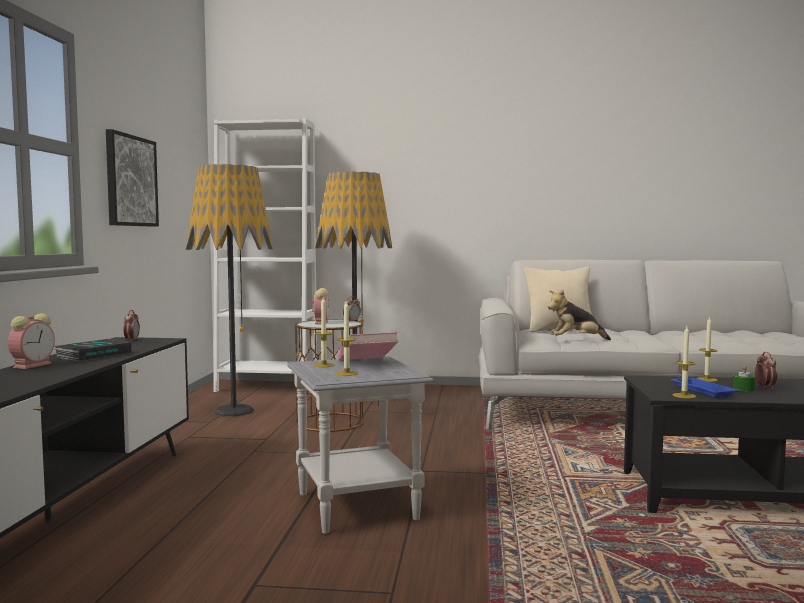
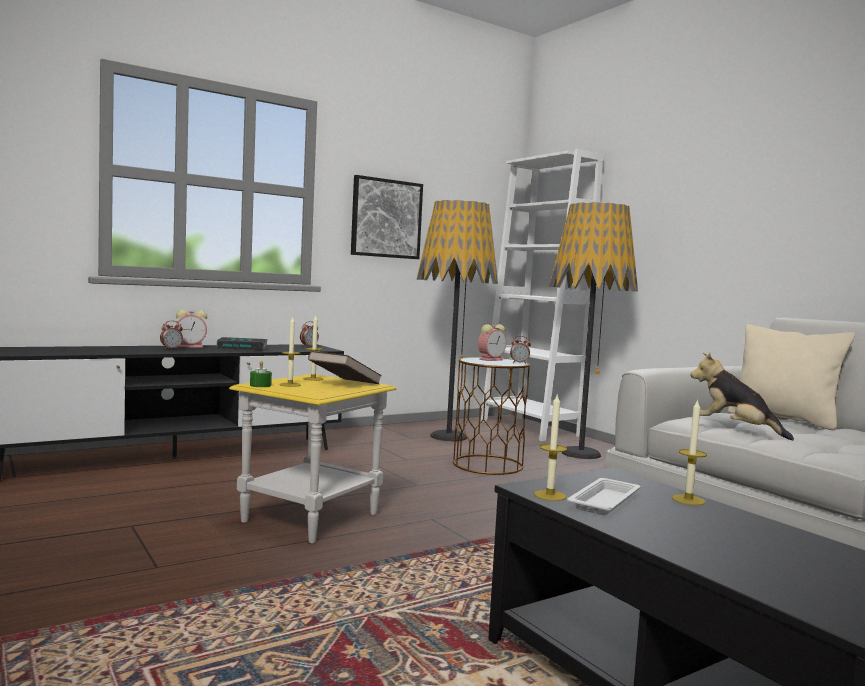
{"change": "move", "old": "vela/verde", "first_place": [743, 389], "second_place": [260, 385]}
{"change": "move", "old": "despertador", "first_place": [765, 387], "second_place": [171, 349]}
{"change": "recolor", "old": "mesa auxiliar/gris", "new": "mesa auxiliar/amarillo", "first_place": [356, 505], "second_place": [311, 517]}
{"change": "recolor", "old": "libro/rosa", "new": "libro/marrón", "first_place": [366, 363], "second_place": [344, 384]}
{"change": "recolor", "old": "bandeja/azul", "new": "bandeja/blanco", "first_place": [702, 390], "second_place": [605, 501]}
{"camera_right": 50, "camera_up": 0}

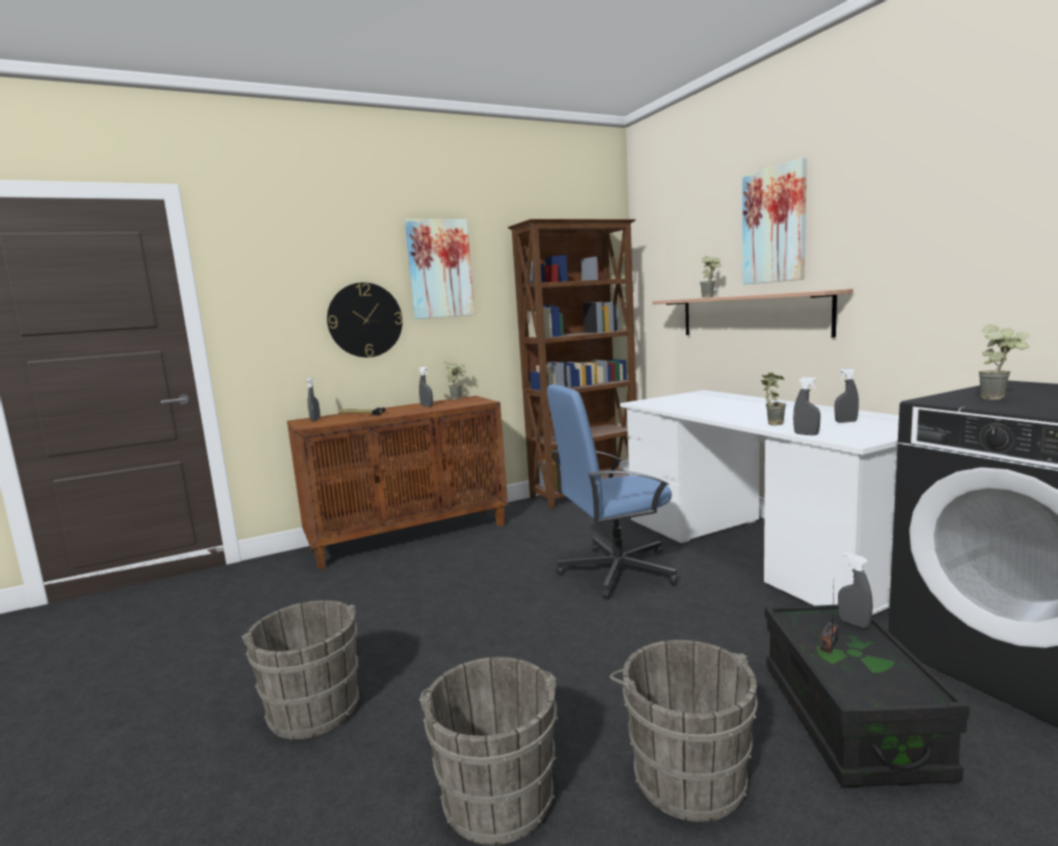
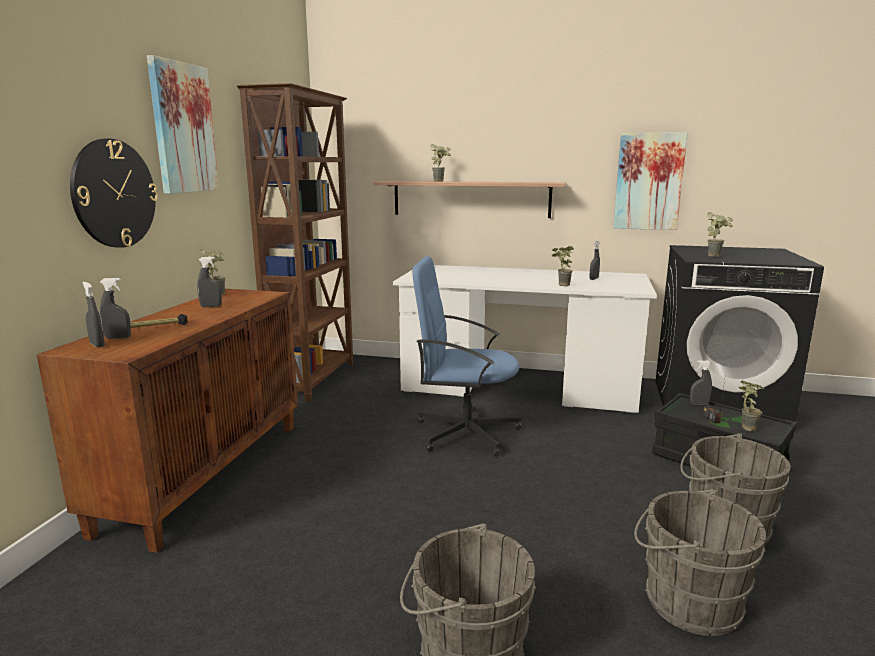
{"change": "insert", "new": "planta en maceta", "second_place": [744, 427]}
{"change": "move", "old": "cuadro", "first_place": [774, 225], "second_place": [648, 181]}
{"change": "move", "old": "pulverizador/gris", "first_place": [806, 434], "second_place": [118, 338]}
{"change": "rotate", "old": "silla de oficina/azul", "first_place": [615, 571], "second_place": [464, 432], "degrees": 75}
{"camera_right": -50, "camera_up": 5}

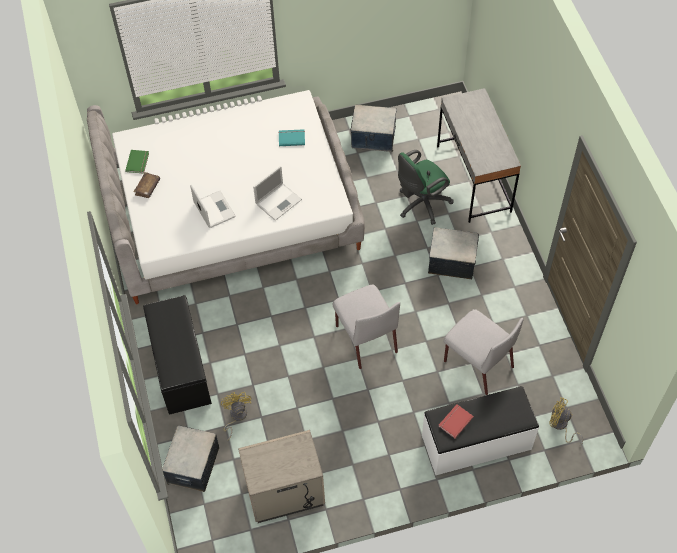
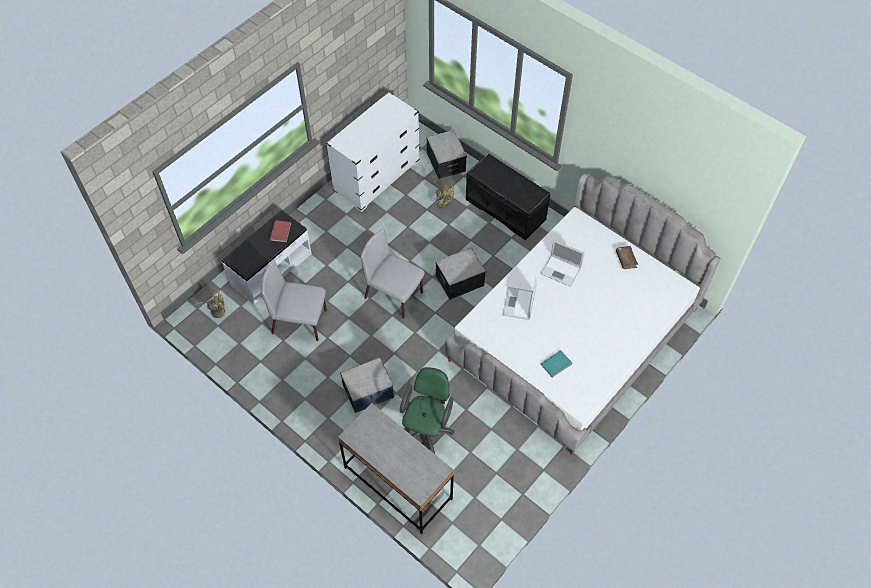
{"change": "delete", "old": "libro/verde", "first_place": [138, 162]}
{"change": "move", "old": "caja de almacenaje", "first_place": [373, 137], "second_place": [459, 281]}
{"change": "replace", "old": "mesita de noche/beis", "new": "cómoda/blanco", "first_place": [285, 493], "second_place": [377, 177]}
{"camera_right": 145, "camera_up": 0}

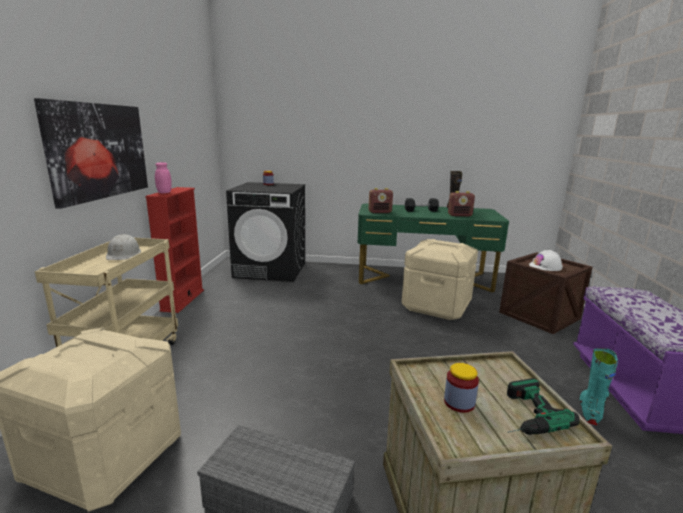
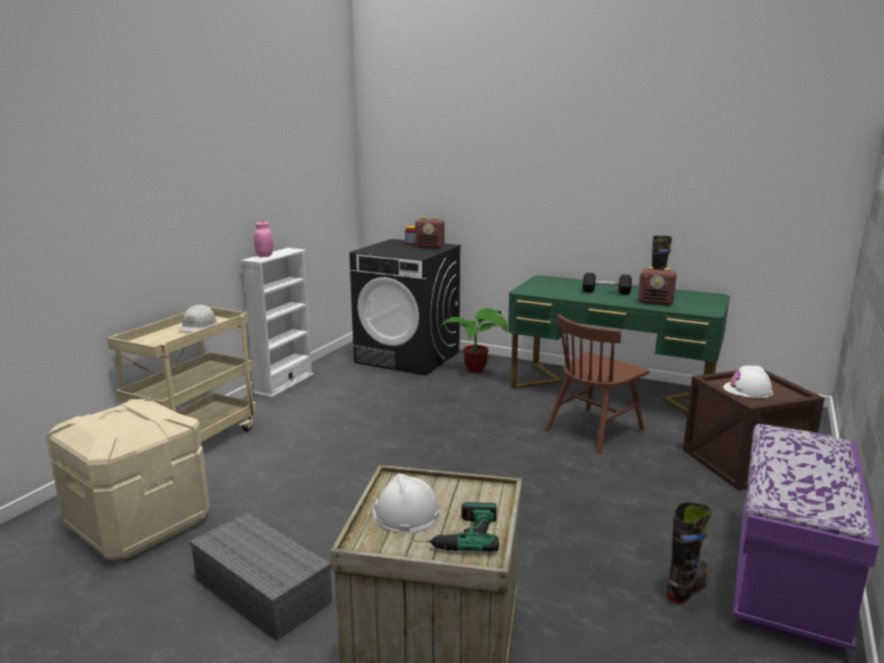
{"change": "delete", "old": "cuadro", "first_place": [99, 151]}
{"change": "insert", "new": "planta en maceta", "second_place": [478, 371]}
{"change": "move", "old": "radio", "first_place": [380, 212], "second_place": [430, 247]}
{"change": "replace", "old": "caja de almacenaje/beis", "new": "silla/marrón", "first_place": [436, 306], "second_place": [594, 430]}
{"change": "replace", "old": "tarro", "new": "casco/blanco", "first_place": [459, 403], "second_place": [405, 513]}
{"change": "recolor", "old": "estantería/rojo", "new": "estantería/blanco", "first_place": [182, 300], "second_place": [284, 384]}
{"change": "recolor", "old": "bota/turquesa", "new": "bota/negro", "first_place": [589, 411], "second_place": [687, 587]}
{"camera_right": 20, "camera_up": 0}

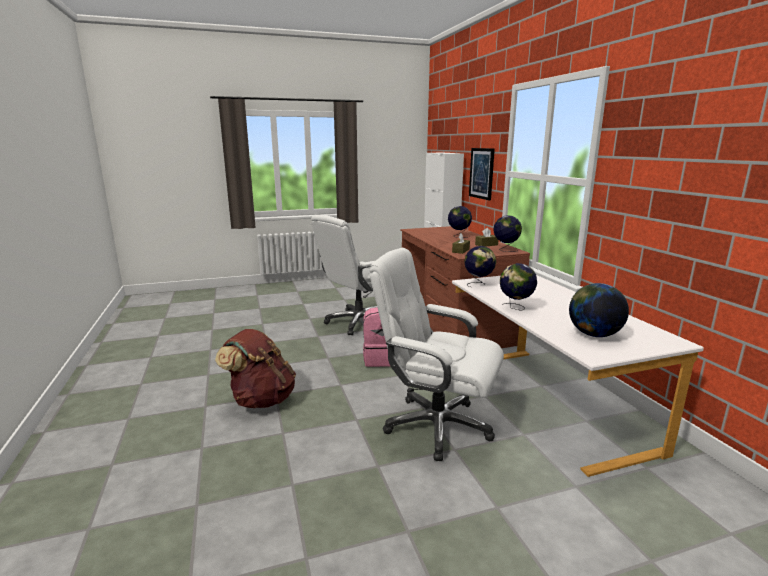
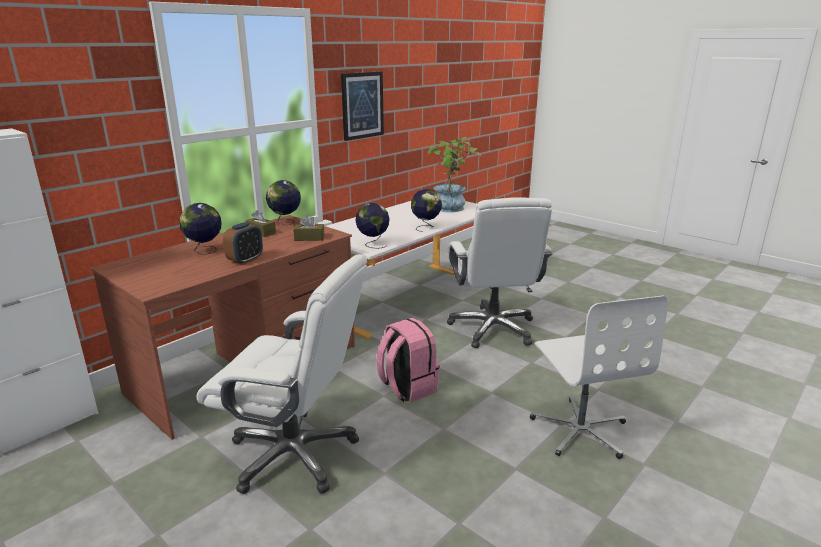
{"change": "insert", "new": "despertador", "second_place": [245, 260]}
{"change": "move", "old": "cuadro", "first_place": [482, 173], "second_place": [362, 105]}
{"change": "replace", "old": "mochila/marrón", "new": "silla de oficina/blanco", "first_place": [261, 399], "second_place": [580, 430]}
{"change": "replace", "old": "globo terráqueo", "new": "planta en maceta", "first_place": [593, 334], "second_place": [450, 209]}
{"camera_right": -120, "camera_up": 5}

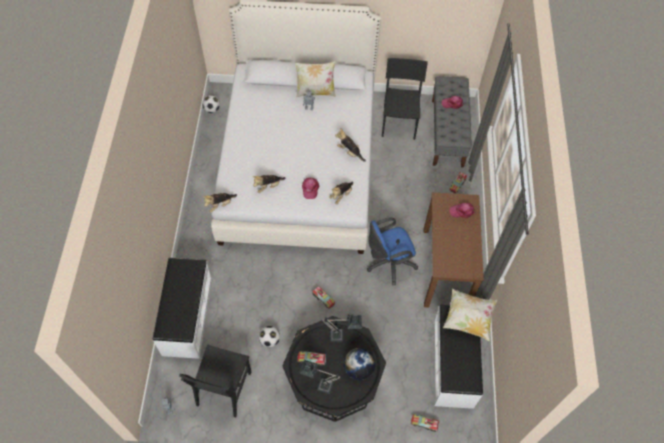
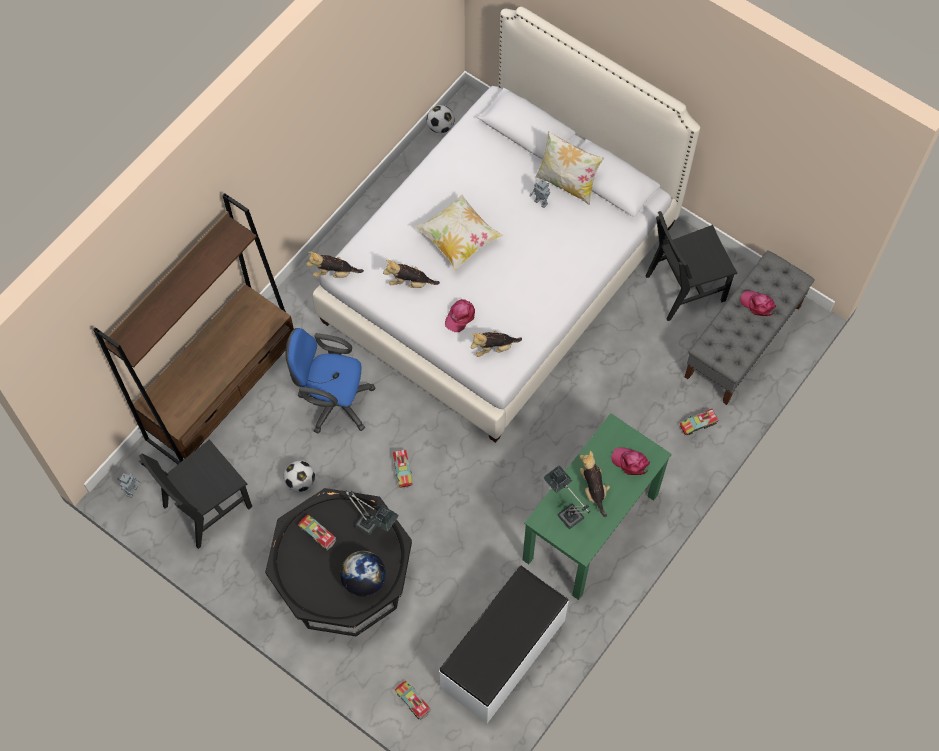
{"change": "move", "old": "lámpara de mesa", "first_place": [321, 384], "second_place": [566, 512]}
{"change": "move", "old": "peluche", "first_place": [350, 152], "second_place": [593, 489]}
{"change": "move", "old": "silla de oficina/azul", "first_place": [388, 263], "second_place": [332, 401]}
{"change": "move", "old": "cojín", "first_place": [468, 318], "second_place": [459, 239]}
{"change": "replace", "old": "banco/blanco", "new": "estantería/marrón", "first_place": [187, 317], "second_place": [223, 392]}
{"change": "recolor", "old": "escritorio/marrón", "new": "escritorio/verde", "first_place": [445, 268], "second_place": [590, 527]}
{"change": "rotate", "old": "silla/negro", "first_place": [399, 122], "second_place": [685, 288], "degrees": -150}
{"camera_right": 35, "camera_up": 5}

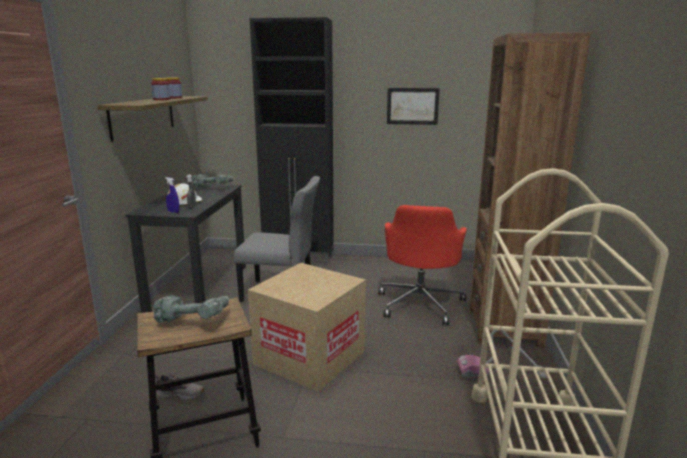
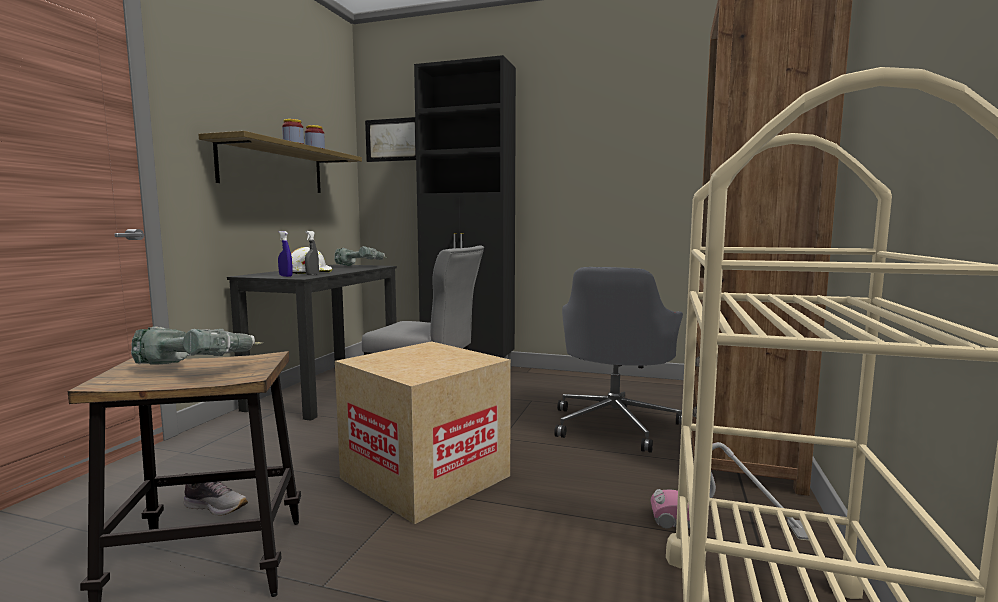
{"change": "move", "old": "cuadro", "first_place": [412, 106], "second_place": [392, 140]}
{"change": "recolor", "old": "silla de oficina/rojo", "new": "silla de oficina/gris", "first_place": [420, 303], "second_place": [615, 424]}
{"camera_right": 10, "camera_up": -10}

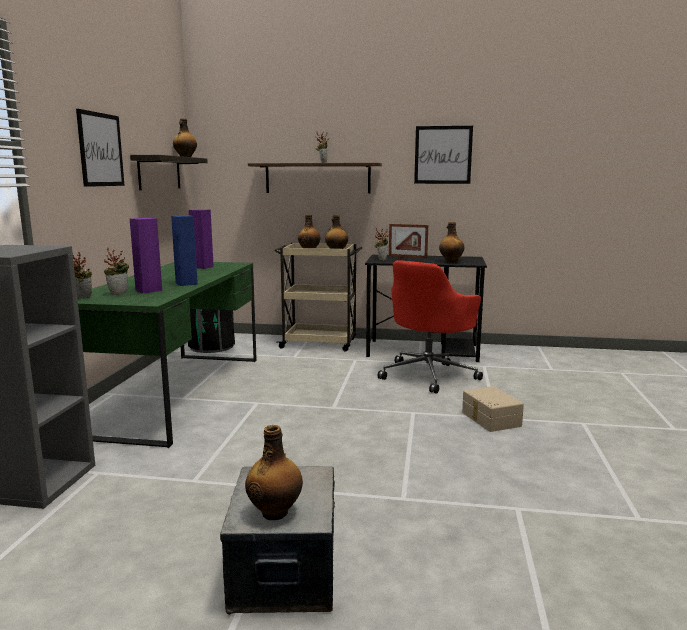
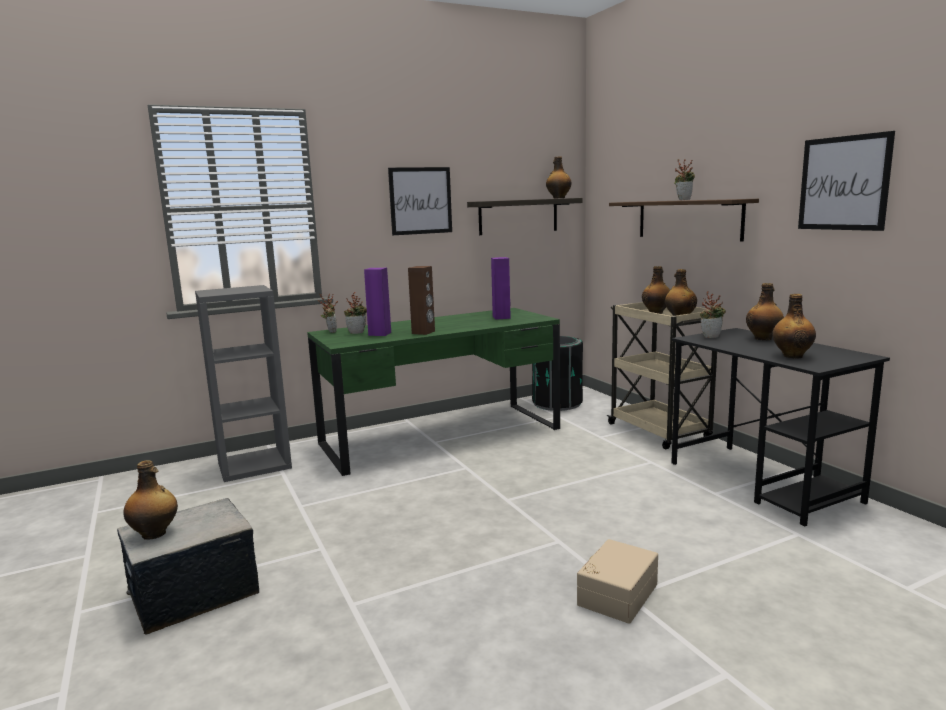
{"change": "delete", "old": "silla de oficina/rojo", "first_place": [429, 375]}
{"change": "replace", "old": "portarretratos", "new": "botella", "first_place": [407, 257], "second_place": [763, 338]}
{"change": "recolor", "old": "altavoz/azul", "new": "altavoz/marrón", "first_place": [186, 283], "second_place": [423, 332]}
{"camera_right": 55, "camera_up": 0}

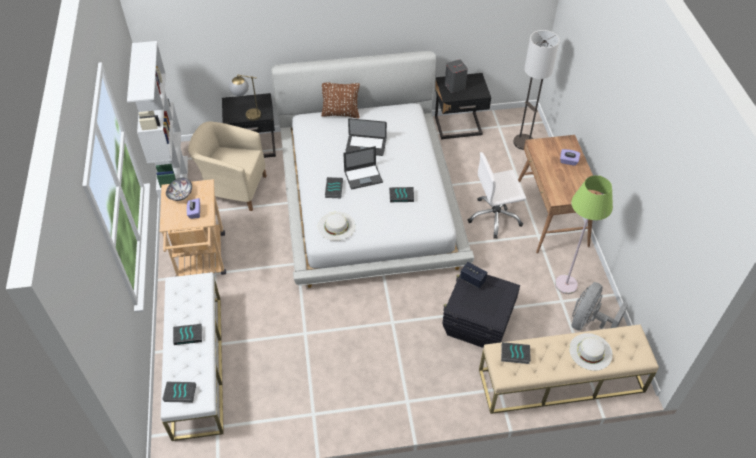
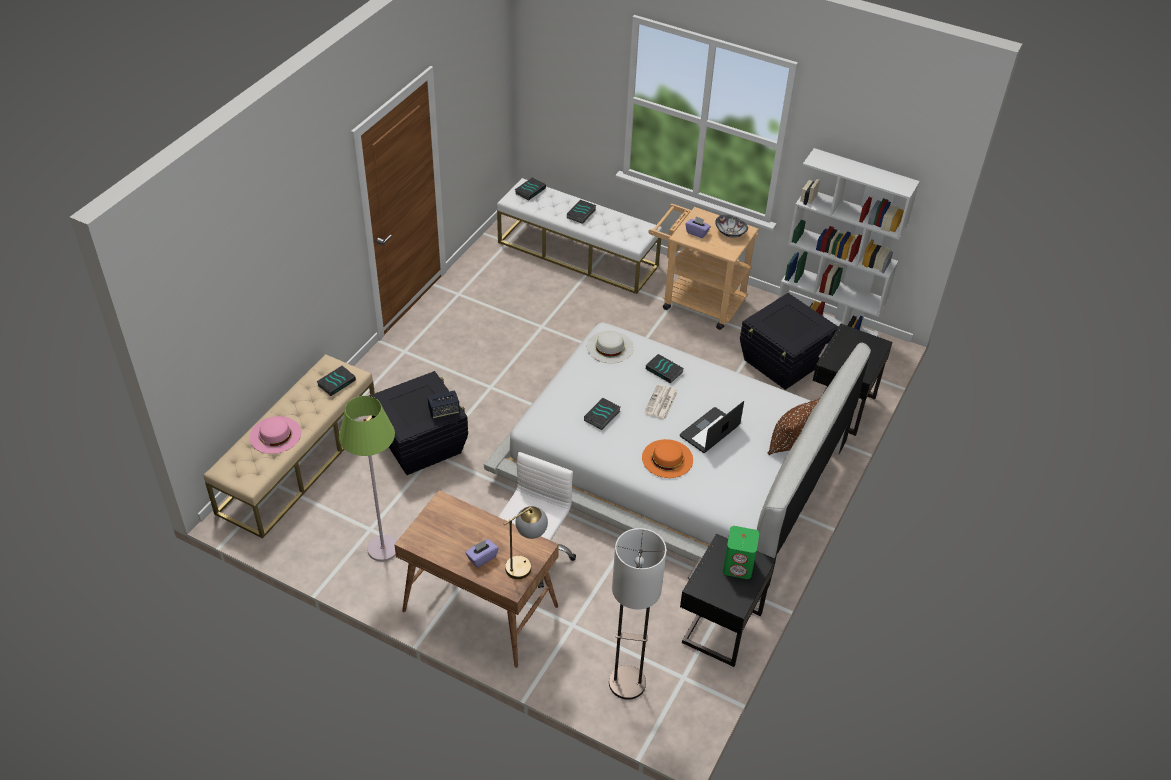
{"change": "delete", "old": "ventilador/gris", "first_place": [588, 322]}
{"change": "insert", "new": "sombrero/naranja", "second_place": [667, 458]}
{"change": "move", "old": "lámpara de mesa", "first_place": [247, 114], "second_place": [525, 563]}
{"change": "replace", "old": "sillón/beis", "new": "caja de almacenaje/negro", "first_place": [233, 189], "second_place": [783, 363]}
{"change": "replace", "old": "portátil", "new": "periódico", "first_place": [363, 176], "second_place": [661, 403]}
{"change": "recolor", "old": "altavoz/gris", "new": "altavoz/verde", "first_place": [454, 86], "second_place": [738, 566]}
{"change": "recolor", "old": "sombrero/blanco", "new": "sombrero/rosa", "first_place": [590, 351], "second_place": [275, 435]}
{"camera_right": 125, "camera_up": -5}

